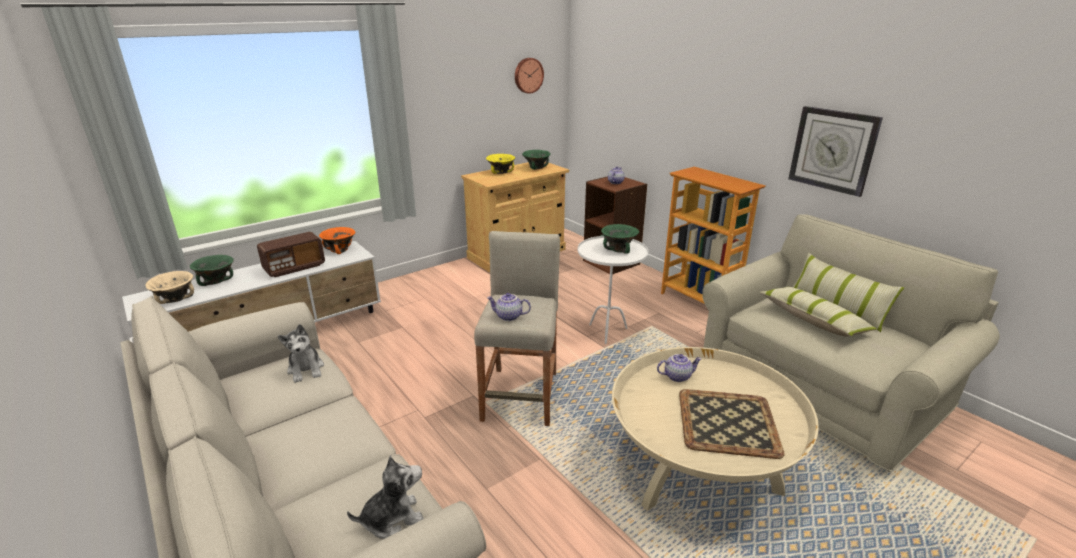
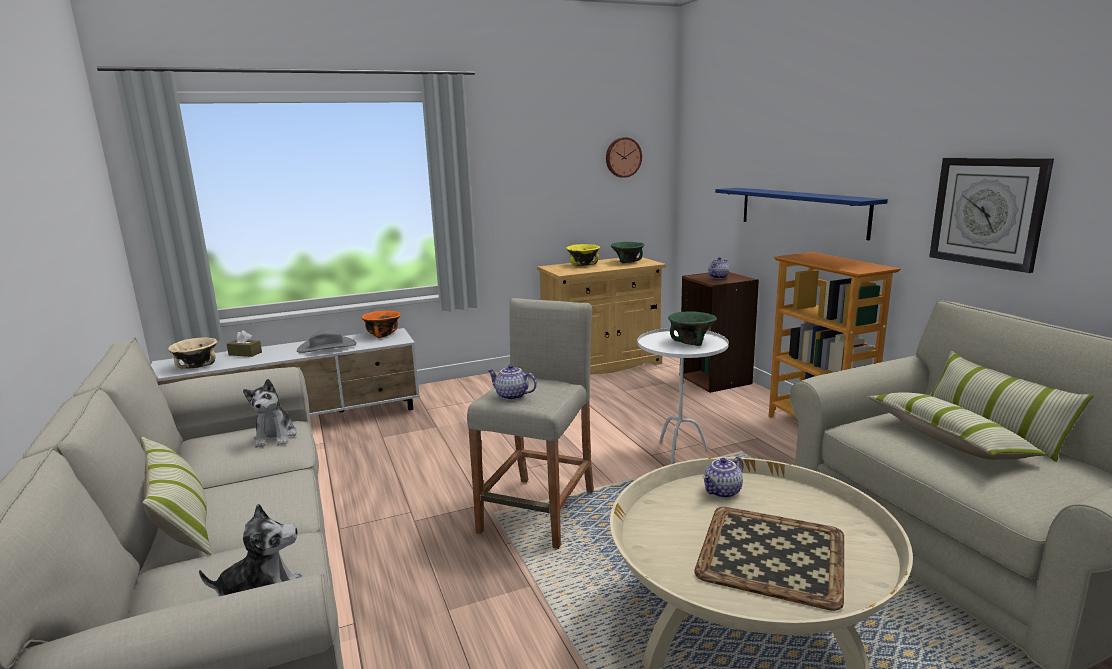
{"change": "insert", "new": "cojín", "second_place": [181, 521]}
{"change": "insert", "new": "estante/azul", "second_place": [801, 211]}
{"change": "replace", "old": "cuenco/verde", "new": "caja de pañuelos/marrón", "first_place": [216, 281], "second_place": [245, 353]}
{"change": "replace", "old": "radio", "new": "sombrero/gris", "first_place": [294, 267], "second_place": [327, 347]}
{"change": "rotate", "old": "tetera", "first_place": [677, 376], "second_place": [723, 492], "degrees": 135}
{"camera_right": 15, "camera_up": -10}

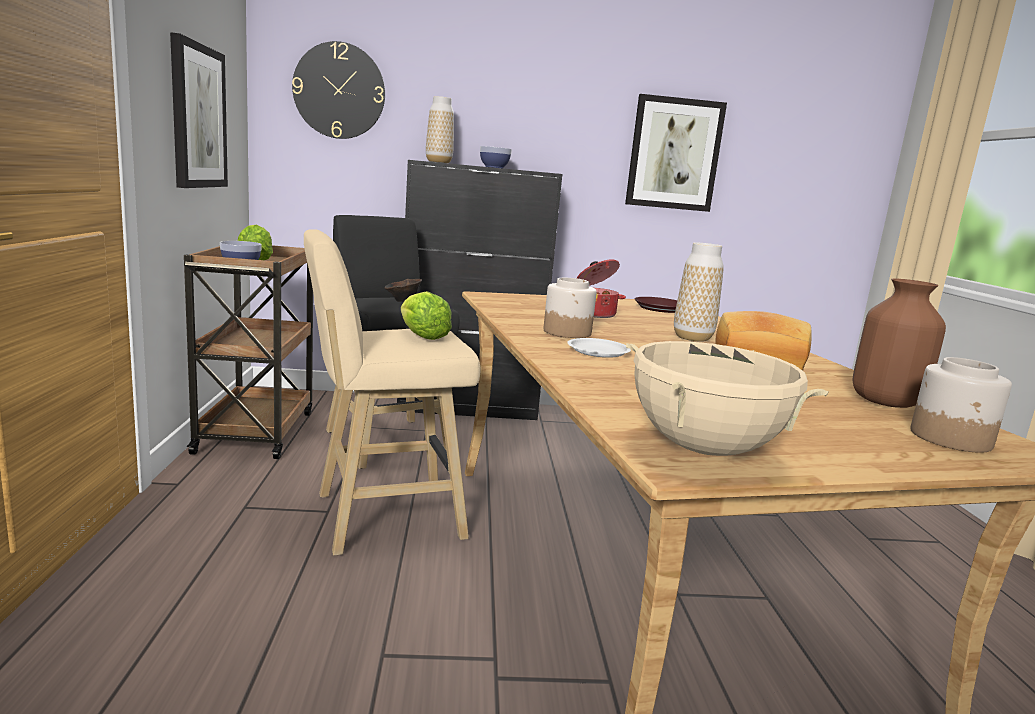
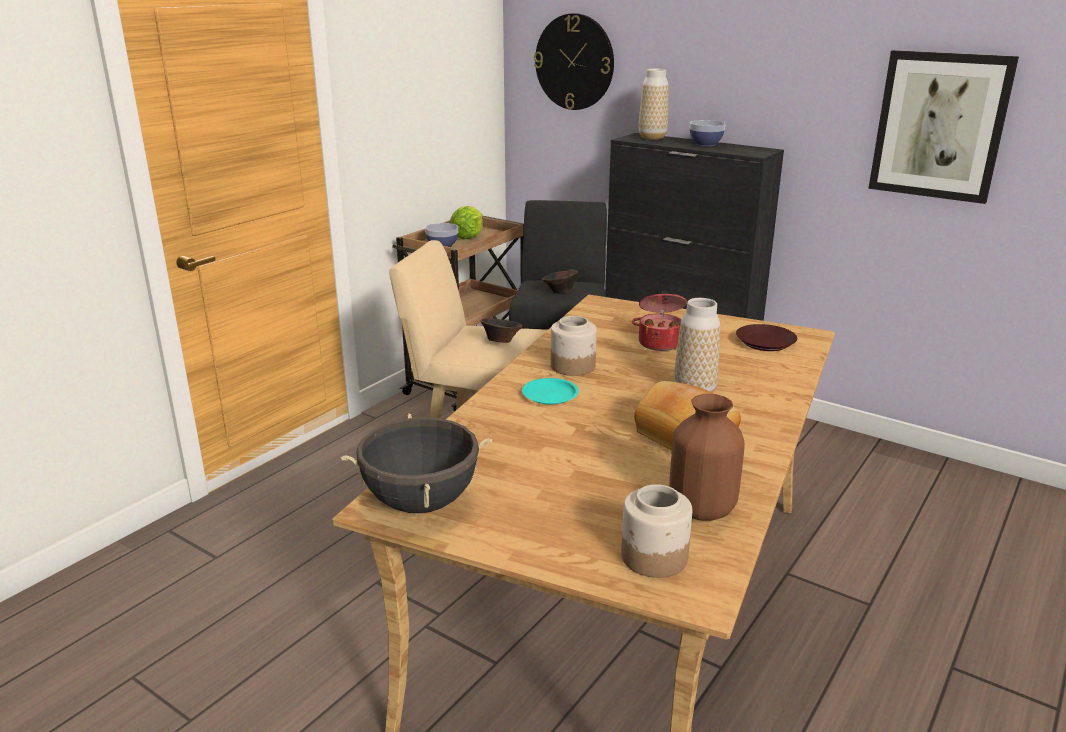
{"change": "delete", "old": "cuadro", "first_place": [197, 117]}
{"change": "replace", "old": "lechuga", "new": "cuenco/marrón", "first_place": [422, 336], "second_place": [501, 341]}
{"change": "recolor", "old": "plato/blanco", "new": "plato/turquesa", "first_place": [598, 351], "second_place": [550, 395]}
{"change": "recolor", "old": "olla/beis", "new": "olla/negro", "first_place": [703, 449], "second_place": [421, 502]}
{"camera_right": 40, "camera_up": 10}

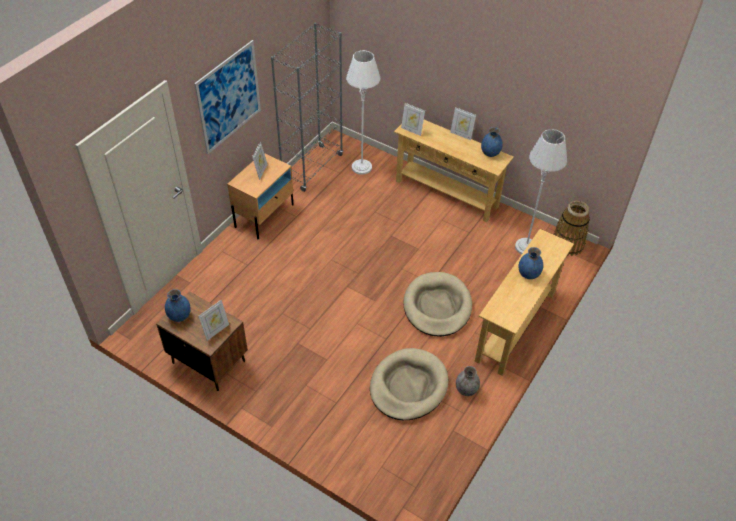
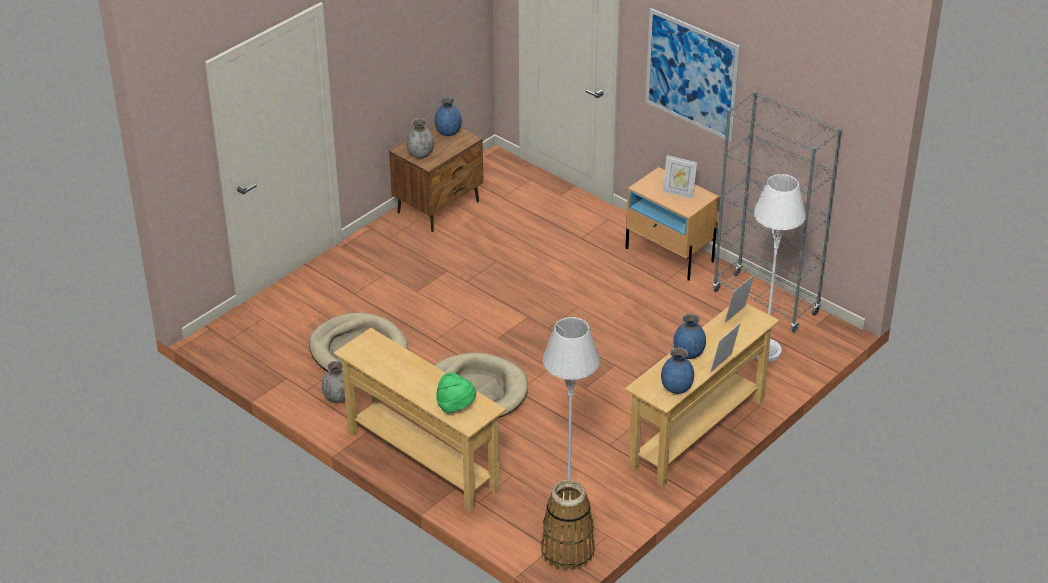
{"change": "insert", "new": "sombrero/verde", "second_place": [456, 406]}
{"change": "move", "old": "florero/azul", "first_place": [528, 274], "second_place": [688, 354]}
{"change": "replace", "old": "portarretratos", "new": "florero/gris", "first_place": [216, 330], "second_place": [420, 154]}
{"camera_right": 100, "camera_up": -10}

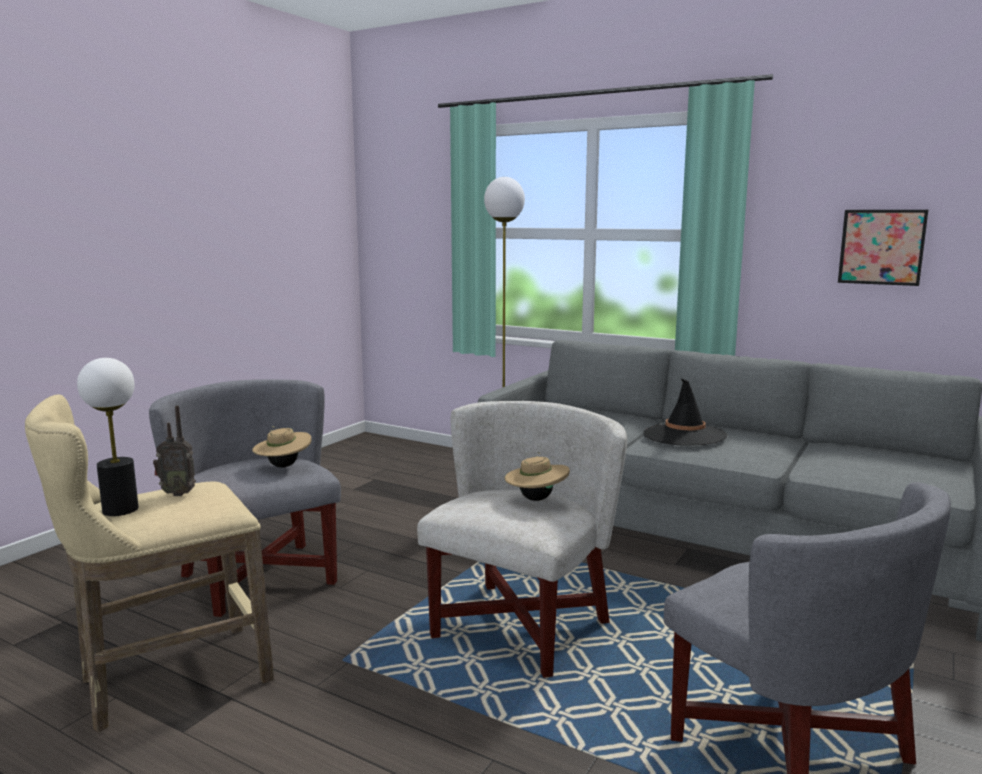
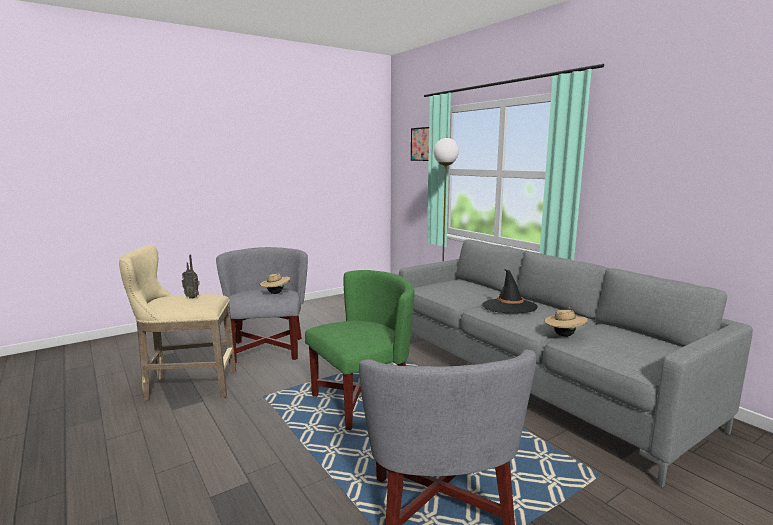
{"change": "delete", "old": "lámpara de mesa", "first_place": [120, 510]}
{"change": "move", "old": "sombrero/beis", "first_place": [536, 499], "second_place": [564, 335]}
{"change": "move", "old": "cuadro", "first_place": [881, 247], "second_place": [421, 144]}
{"change": "recolor", "old": "sillón/blanco", "new": "sillón/verde", "first_place": [520, 627], "second_place": [362, 401]}
{"camera_right": 25, "camera_up": 0}

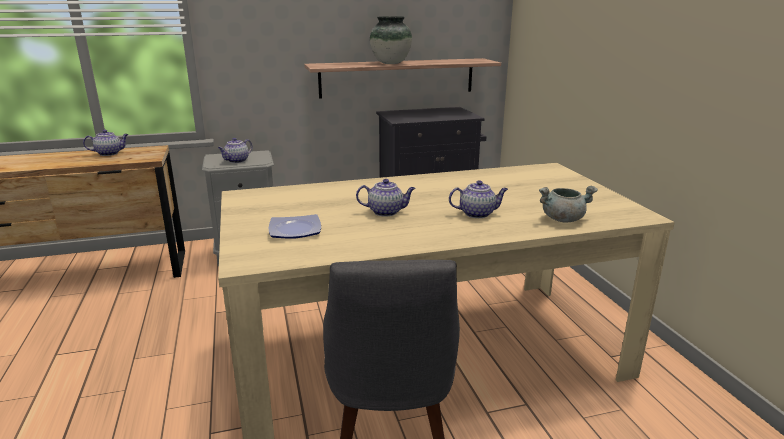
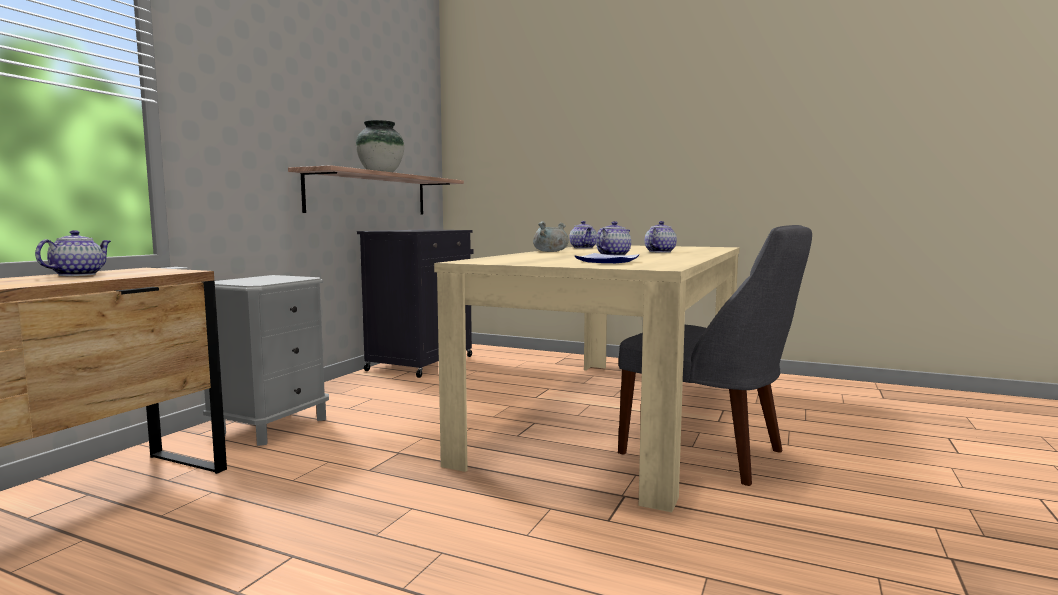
{"change": "move", "old": "tetera", "first_place": [236, 161], "second_place": [583, 248]}
{"change": "move", "old": "olla/gris", "first_place": [563, 219], "second_place": [550, 251]}
{"camera_right": -50, "camera_up": -15}

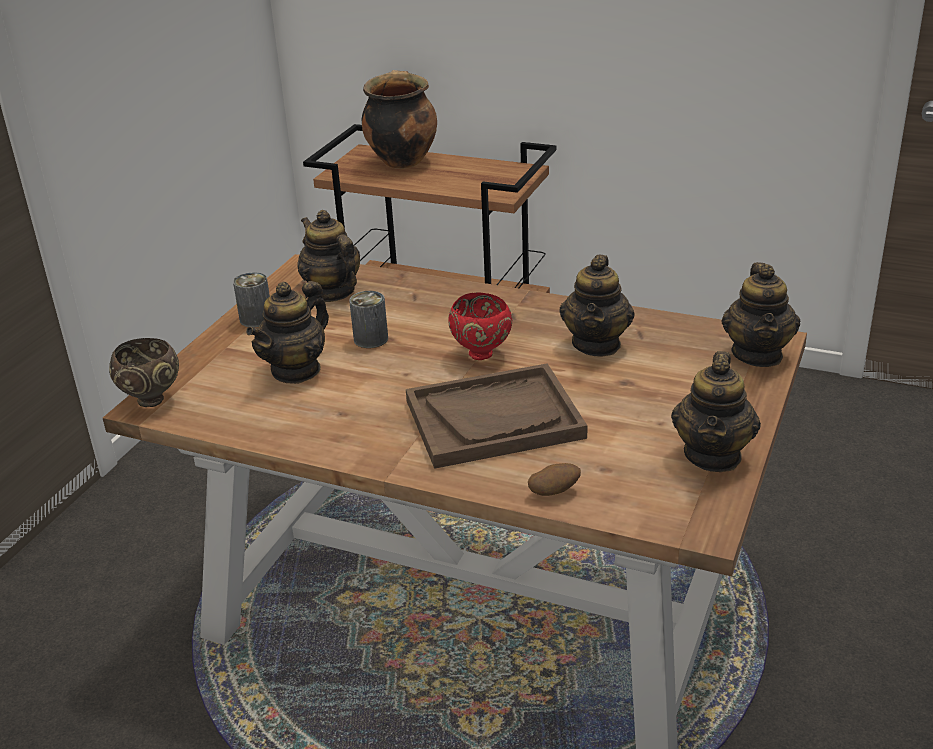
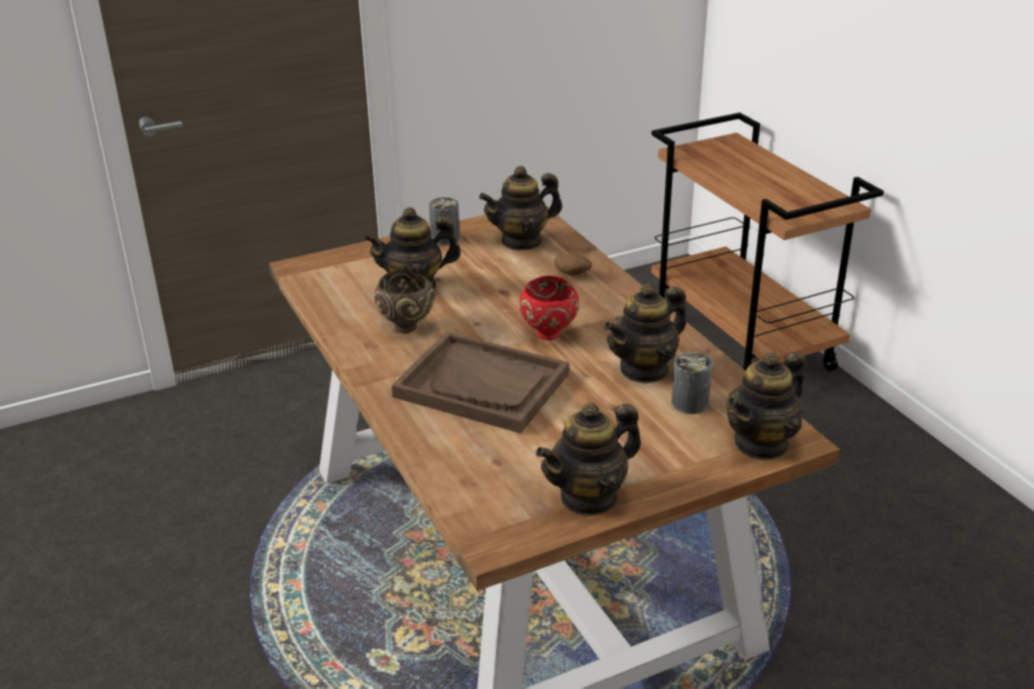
{"change": "delete", "old": "olla", "first_place": [401, 161]}
{"change": "move", "old": "cuenco/marrón", "first_place": [153, 400], "second_place": [407, 327]}
{"change": "move", "old": "lata", "first_place": [371, 339], "second_place": [690, 403]}
{"change": "move", "old": "patata", "first_place": [554, 492], "second_place": [573, 275]}
{"change": "rotate", "old": "tetera", "first_place": [332, 292], "second_place": [521, 241], "degrees": -120}
{"camera_right": 40, "camera_up": 0}

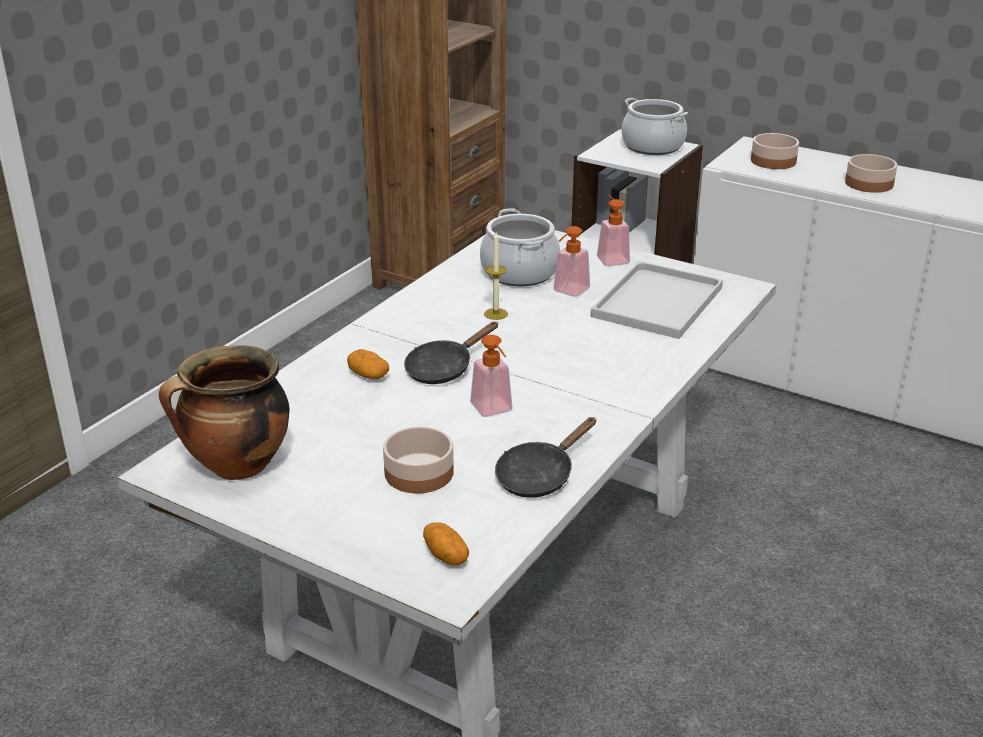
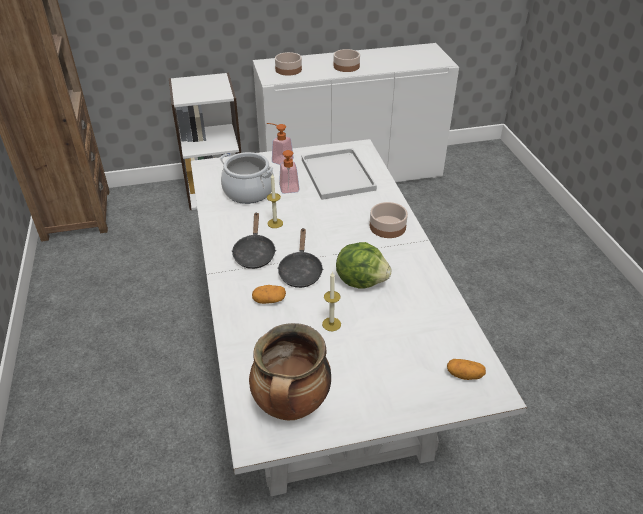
{"change": "delete", "old": "olla", "first_place": [653, 146]}
{"change": "insert", "new": "vela", "second_place": [331, 324]}
{"change": "move", "old": "cuenco", "first_place": [419, 472], "second_place": [387, 226]}
{"change": "move", "old": "sartén/negro", "first_place": [539, 476], "second_place": [254, 253]}
{"change": "replace", "old": "dispensador de jabón", "new": "lechuga", "first_place": [494, 411], "second_place": [361, 280]}
{"camera_right": -45, "camera_up": 10}

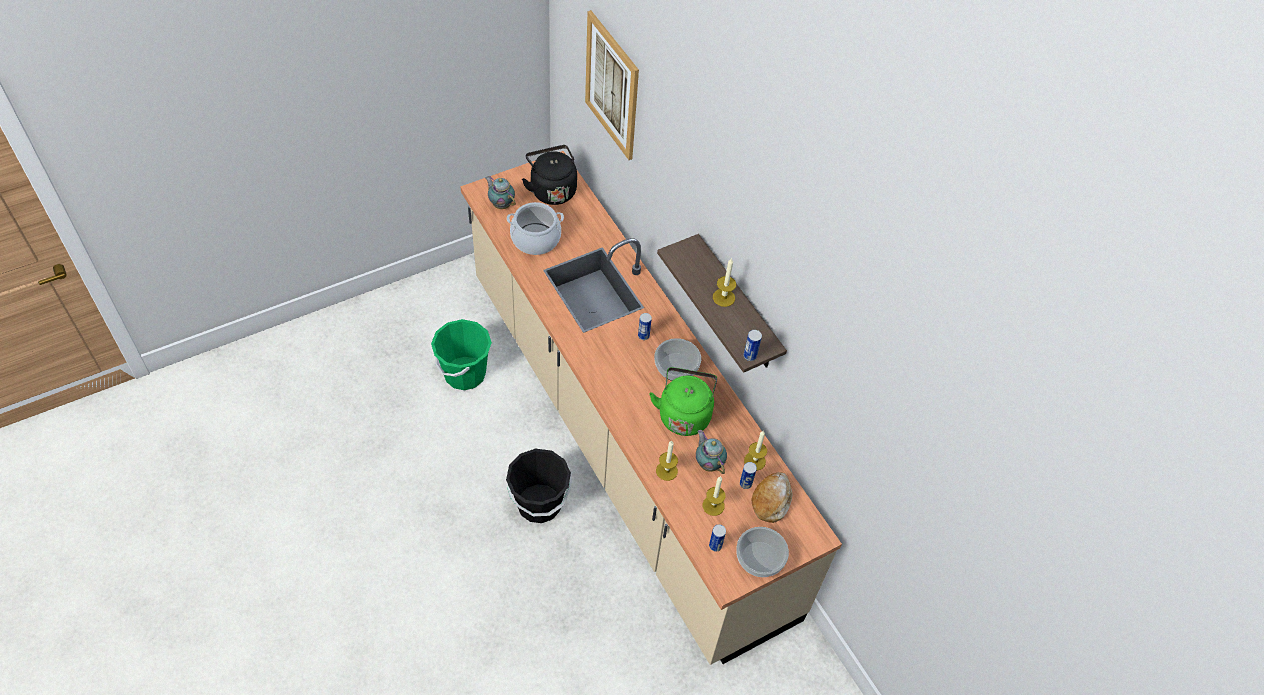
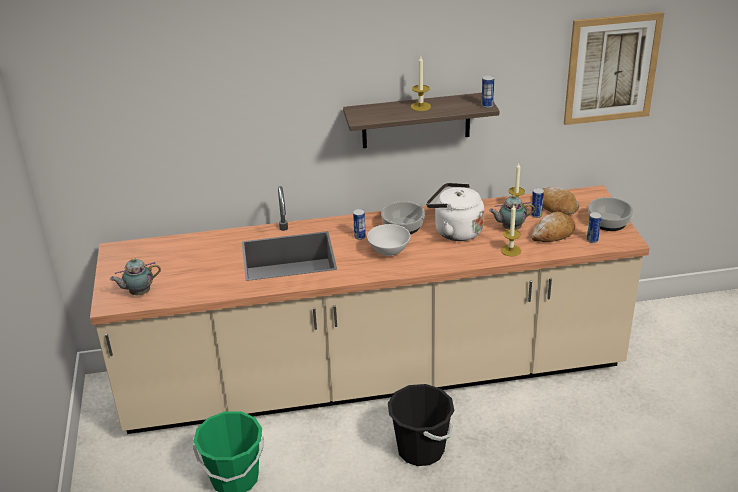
{"change": "delete", "old": "olla", "first_place": [535, 239]}
{"change": "delete", "old": "hervidor/negro", "first_place": [552, 189]}
{"change": "insert", "new": "cuenco/blanco", "second_place": [389, 252]}
{"change": "move", "old": "cuadro", "first_place": [612, 86], "second_place": [611, 69]}
{"change": "replace", "old": "vela", "new": "pan", "first_place": [713, 505], "second_place": [553, 234]}
{"change": "recolor", "old": "hervidor/verde", "new": "hervidor/blanco", "first_place": [684, 414], "second_place": [455, 231]}
{"camera_right": -65, "camera_up": -20}

